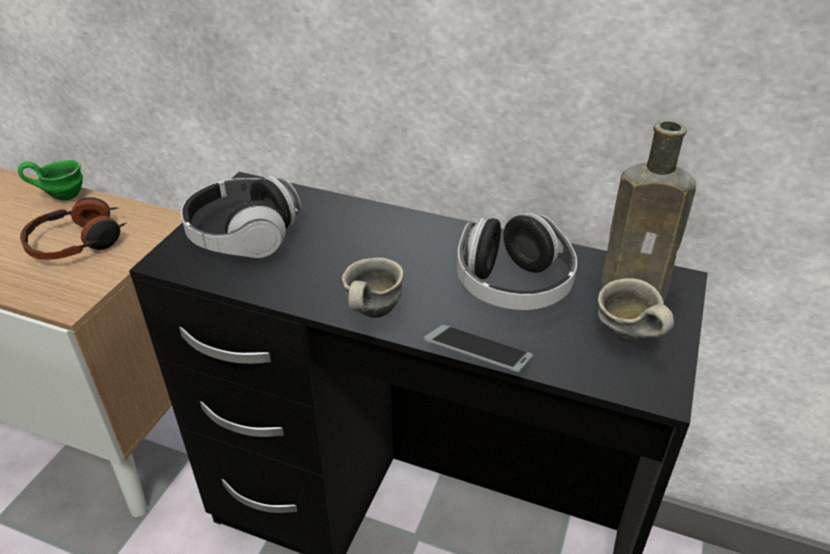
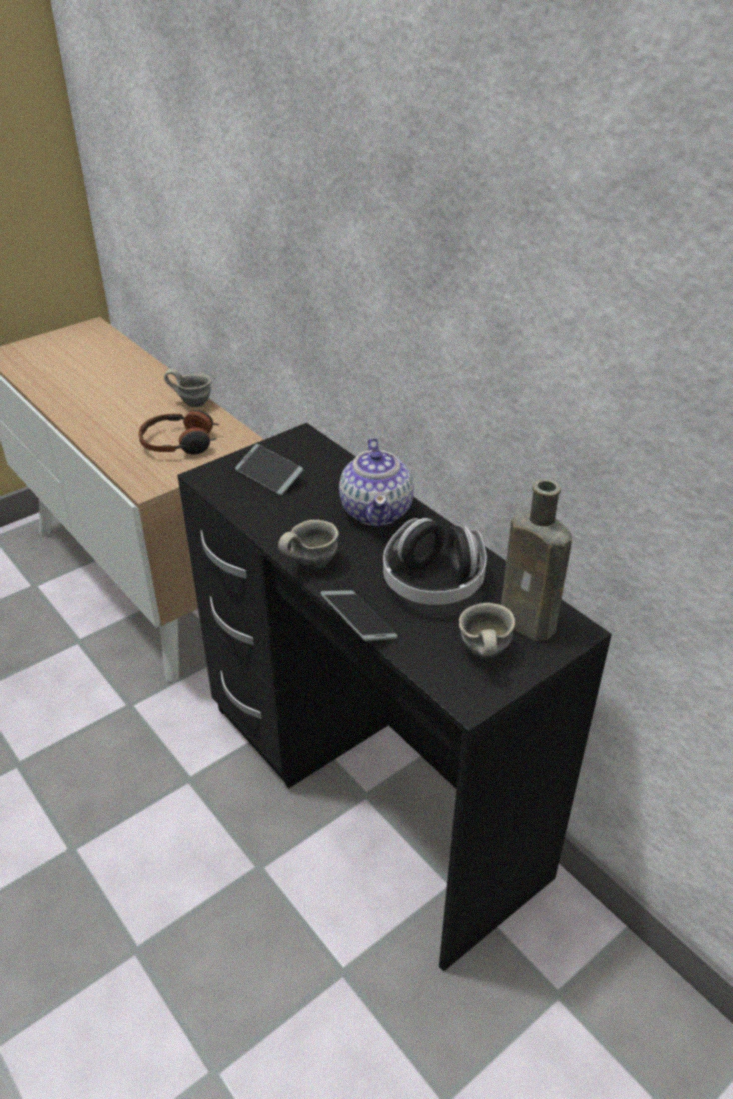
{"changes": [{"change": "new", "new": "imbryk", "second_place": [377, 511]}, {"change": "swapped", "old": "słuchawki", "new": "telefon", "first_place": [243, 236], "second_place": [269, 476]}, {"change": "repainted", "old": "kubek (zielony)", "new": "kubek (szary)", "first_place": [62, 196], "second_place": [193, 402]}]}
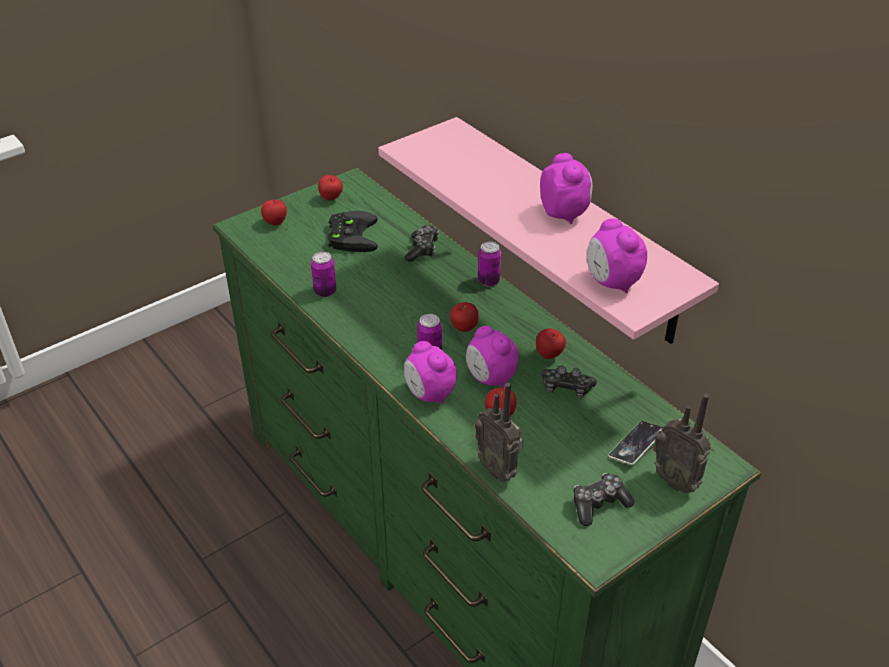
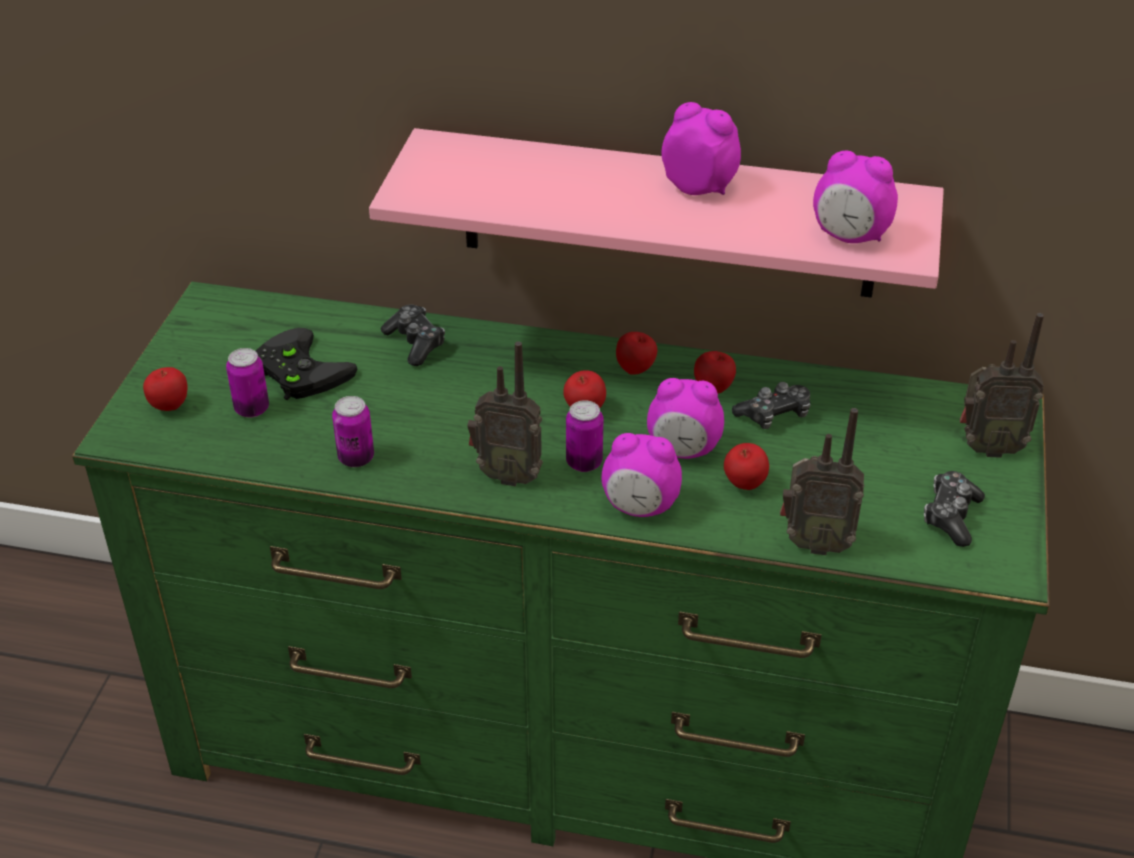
{"changes": [{"change": "gone", "old": "telefon", "first_place": [636, 445]}, {"change": "new", "new": "radio", "second_place": [508, 474]}, {"change": "shifted", "old": "jabłko", "first_place": [331, 199], "second_place": [636, 370]}, {"change": "shifted", "old": "puszka", "first_place": [488, 281], "second_place": [252, 409]}]}
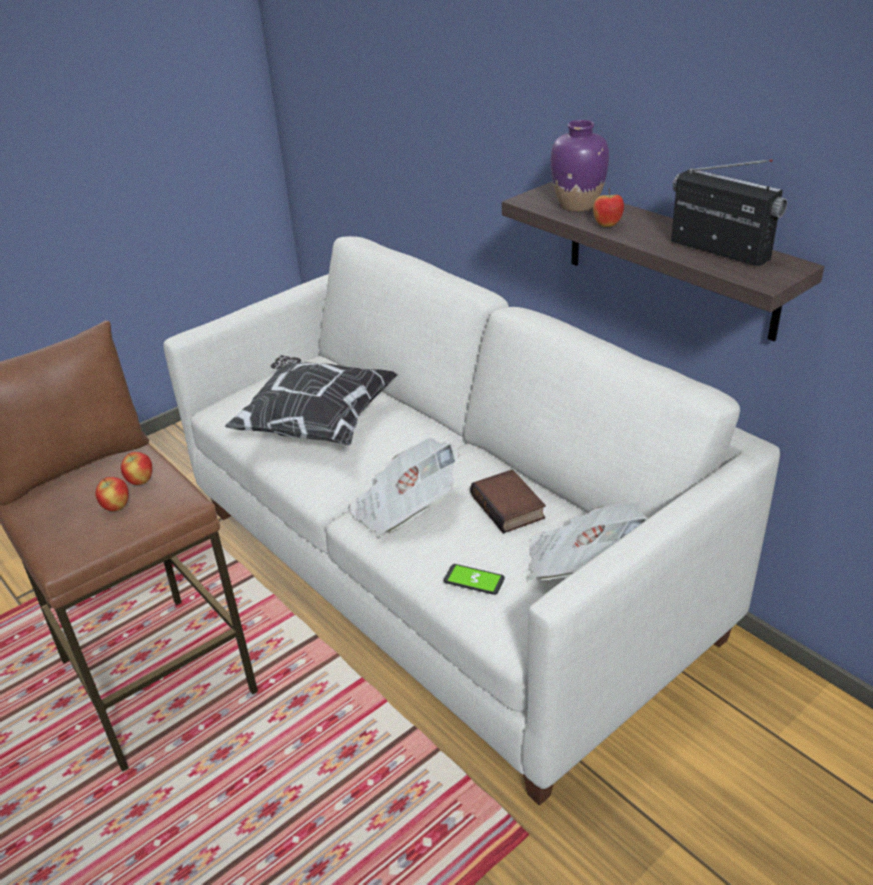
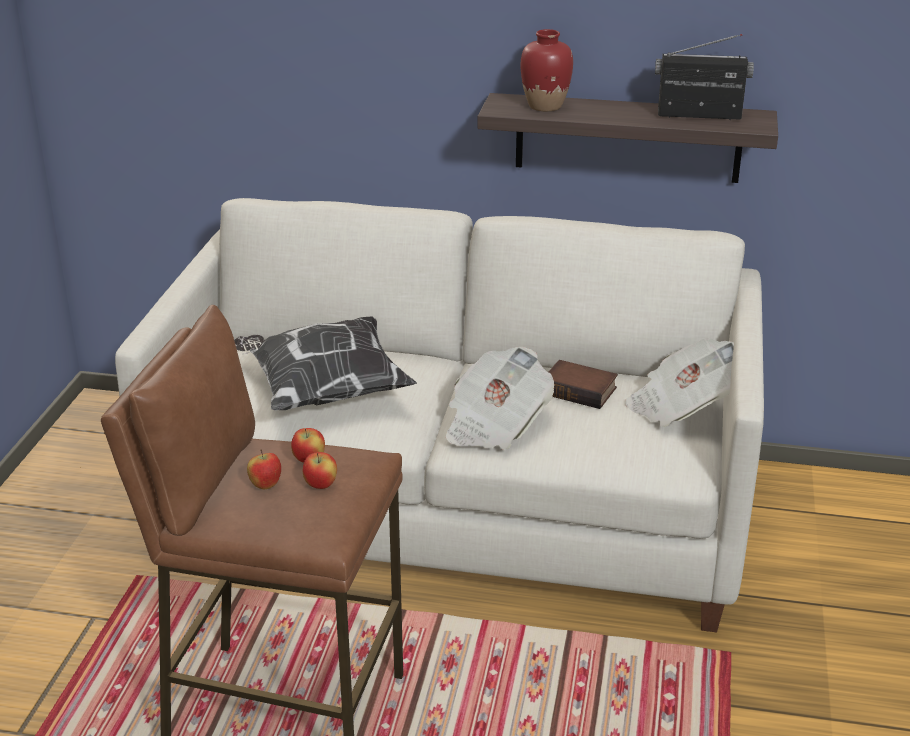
{"changes": [{"change": "gone", "old": "telefon", "first_place": [474, 580]}, {"change": "shifted", "old": "jabłko", "first_place": [607, 225], "second_place": [265, 485]}, {"change": "repainted", "old": "wazon (fioletowy)", "new": "wazon (czerwony)", "first_place": [578, 205], "second_place": [545, 106]}]}
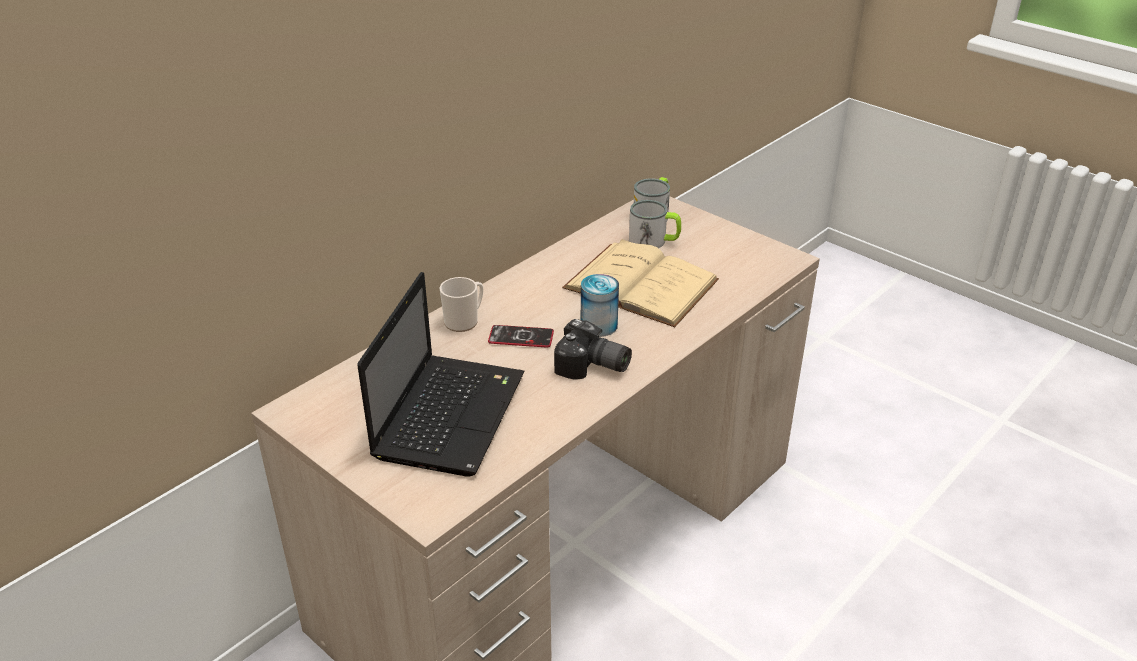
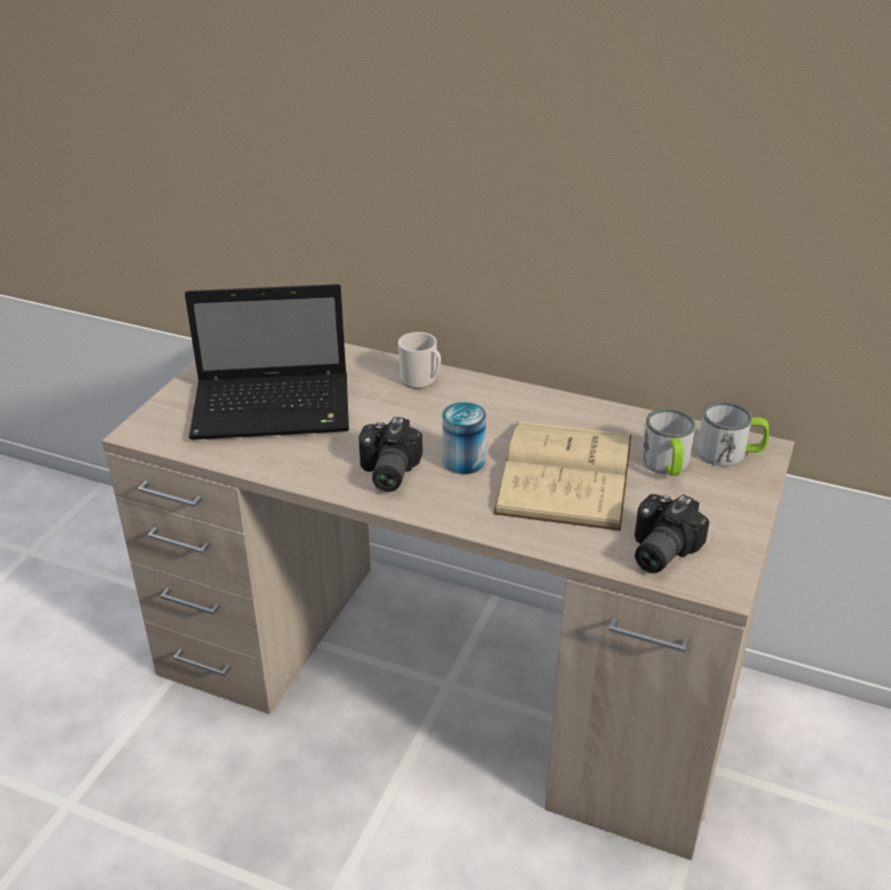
{"changes": [{"change": "gone", "old": "telefon", "first_place": [521, 337]}, {"change": "new", "new": "aparat fotograficzny", "second_place": [657, 550]}]}
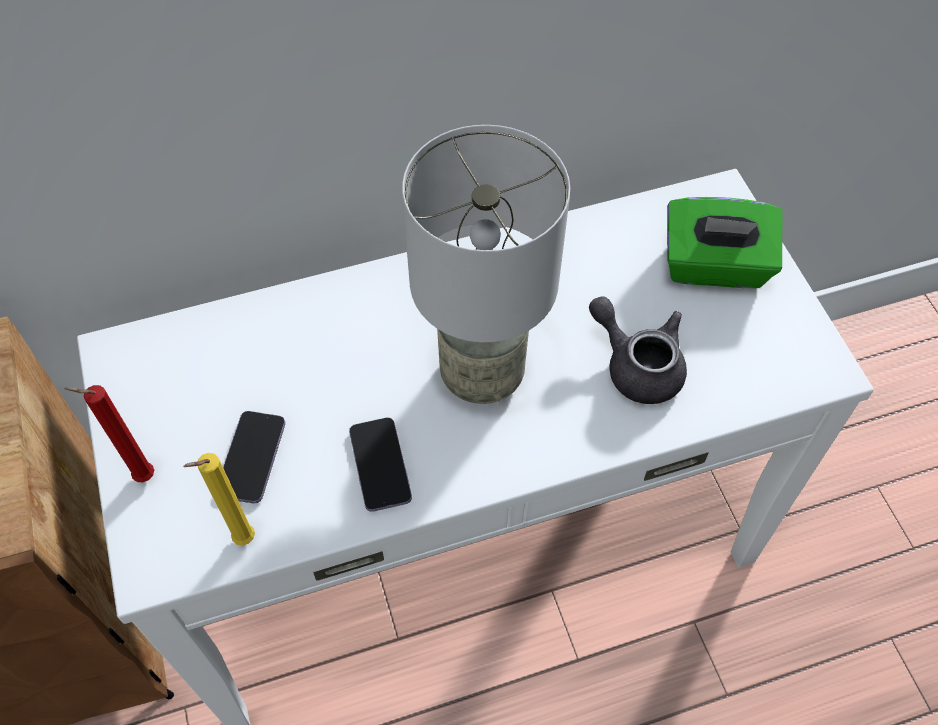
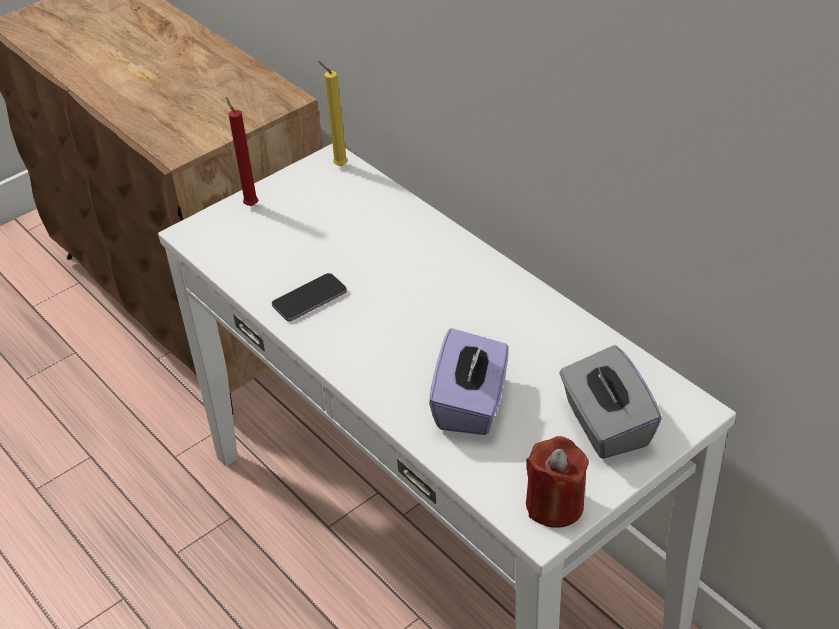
{"changes": [{"change": "gone", "old": "telefon", "first_place": [252, 458]}, {"change": "gone", "old": "lampa stołowa (szary)", "first_place": [483, 375]}, {"change": "new", "new": "świeca (czerwony)", "second_place": [555, 505]}, {"change": "shifted", "old": "świeca (żółty)", "first_place": [241, 540], "second_place": [338, 165]}, {"change": "swapped", "old": "imbryk (szary)", "new": "pudełko chusteczek (fioletowy)", "first_place": [637, 365], "second_place": [471, 404]}, {"change": "repainted", "old": "pudełko chusteczek (zielony)", "new": "pudełko chusteczek (szary)", "first_place": [714, 267], "second_place": [605, 425]}]}
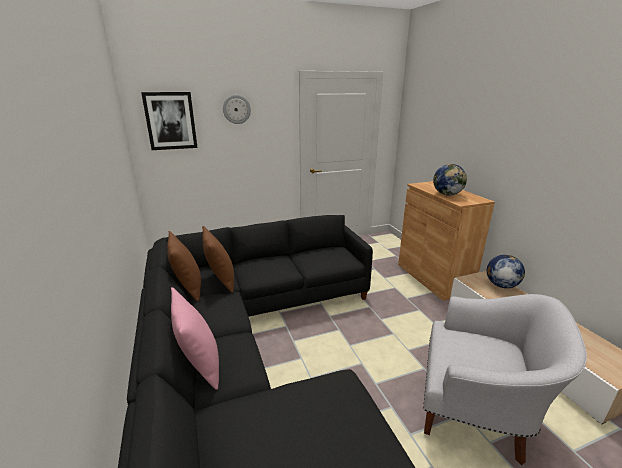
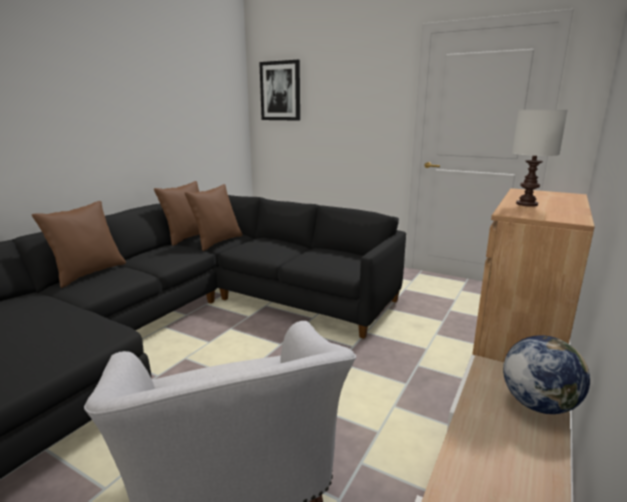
{"changes": [{"change": "gone", "old": "zegar ścienny", "first_place": [236, 109]}, {"change": "swapped", "old": "globus", "new": "lampa stołowa (biały)", "first_place": [447, 194], "second_place": [527, 204]}, {"change": "repainted", "old": "poduszka (różowy)", "new": "poduszka (brązowy)", "first_place": [200, 364], "second_place": [88, 273]}]}
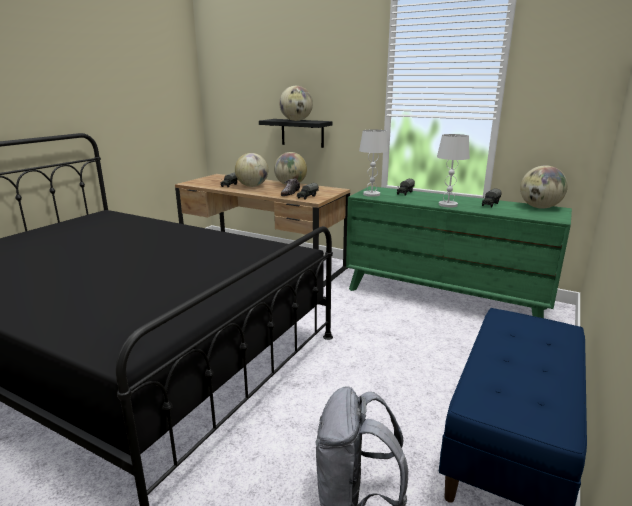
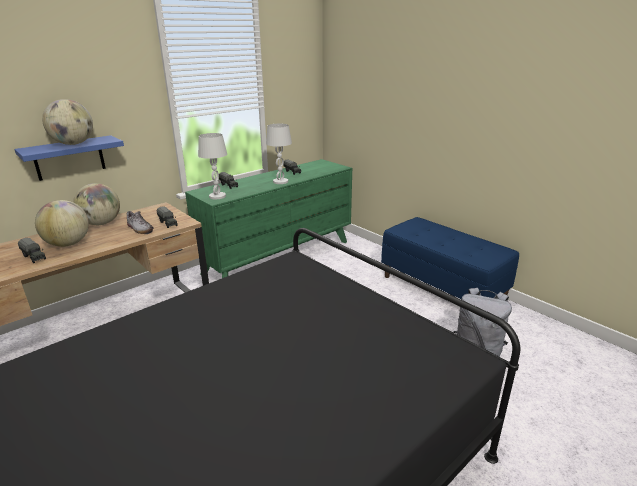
{"changes": [{"change": "gone", "old": "globus", "first_place": [539, 207]}, {"change": "repainted", "old": "półka (czarny)", "new": "półka (niebieski)", "first_place": [302, 133], "second_place": [69, 158]}]}
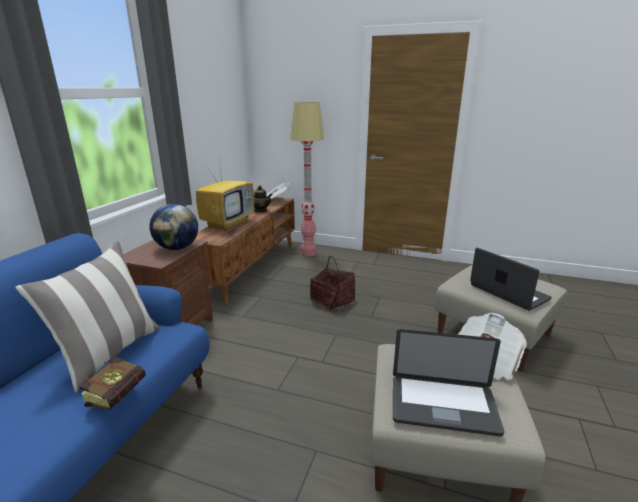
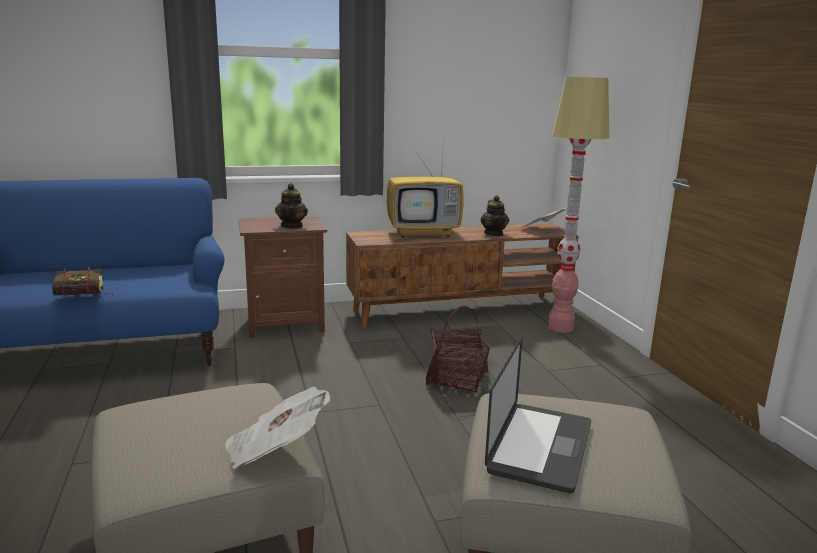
{"changes": [{"change": "gone", "old": "poduszka", "first_place": [109, 353]}, {"change": "gone", "old": "laptop", "first_place": [443, 406]}, {"change": "swapped", "old": "globus", "new": "imbryk", "first_place": [177, 248], "second_place": [292, 226]}]}
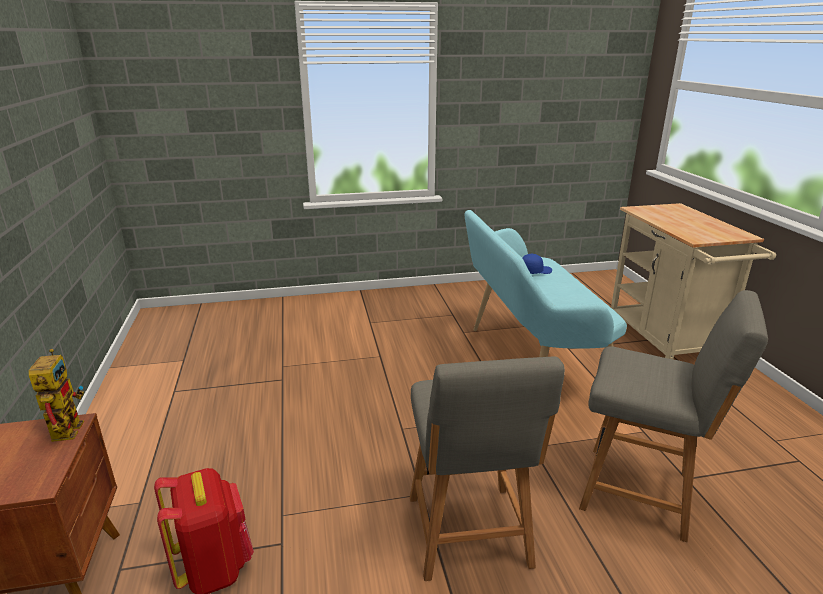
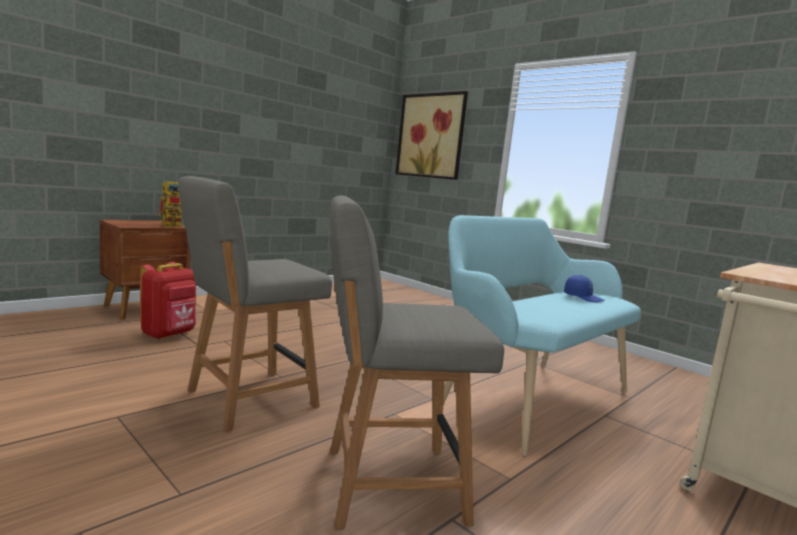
{"changes": [{"change": "new", "new": "obraz", "second_place": [430, 136]}, {"change": "rotated", "old": "krzesło (szary)", "first_place": [641, 492], "second_place": [387, 484], "degrees": 90}]}
